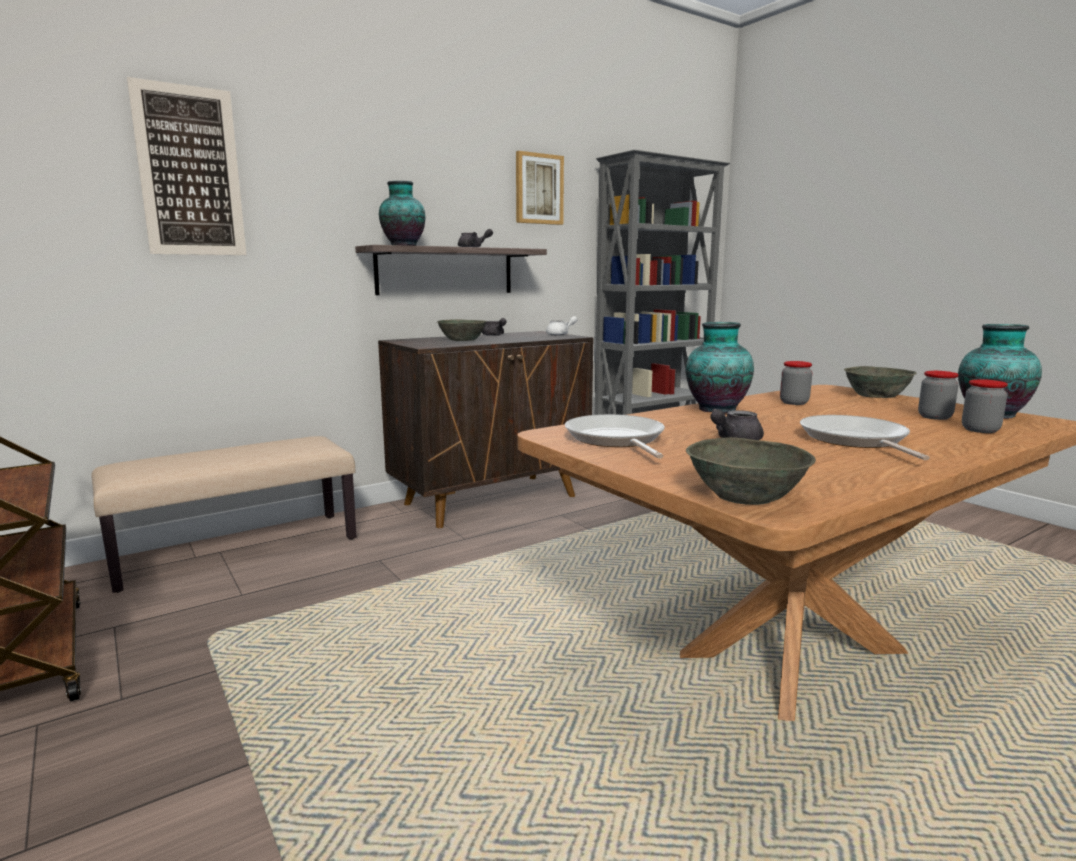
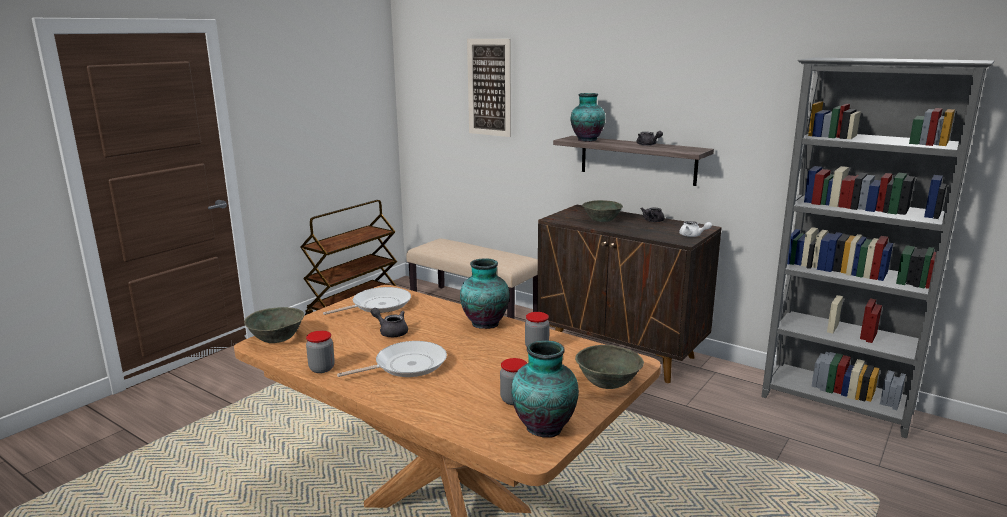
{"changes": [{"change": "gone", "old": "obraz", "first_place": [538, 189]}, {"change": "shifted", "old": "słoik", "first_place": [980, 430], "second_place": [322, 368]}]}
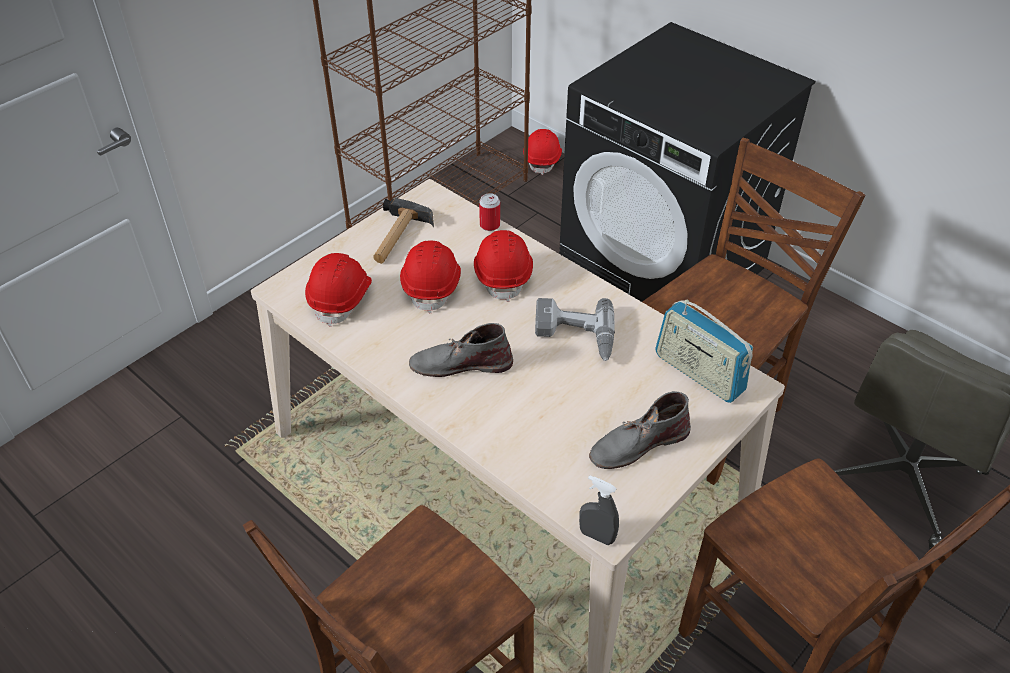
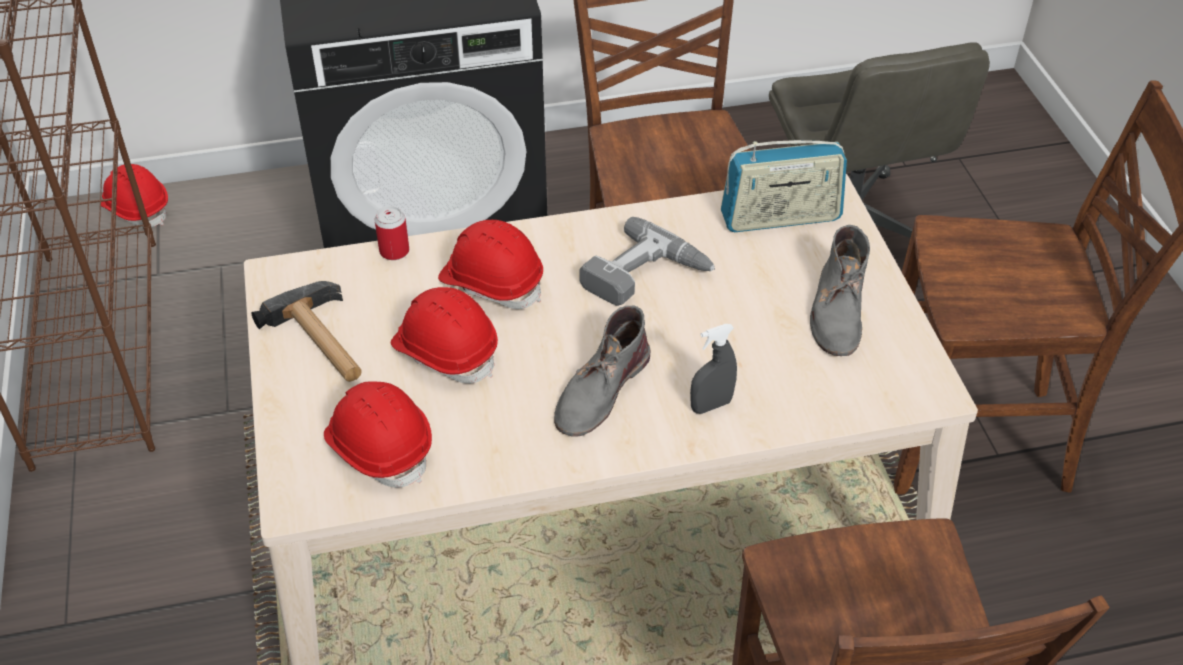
{"changes": [{"change": "shifted", "old": "spryskiwacz (szary)", "first_place": [596, 536], "second_place": [711, 405]}]}
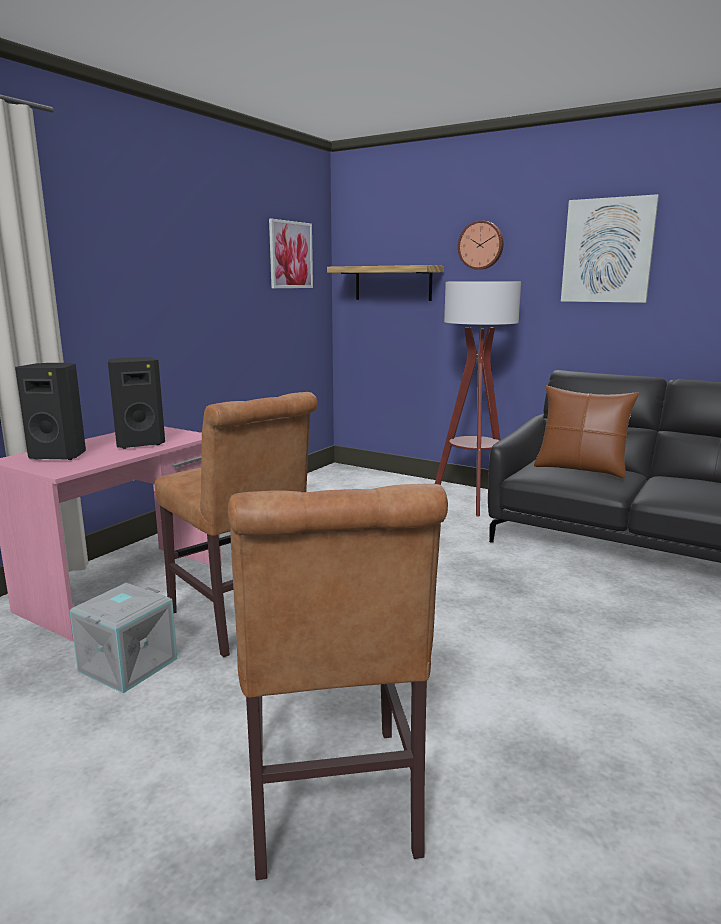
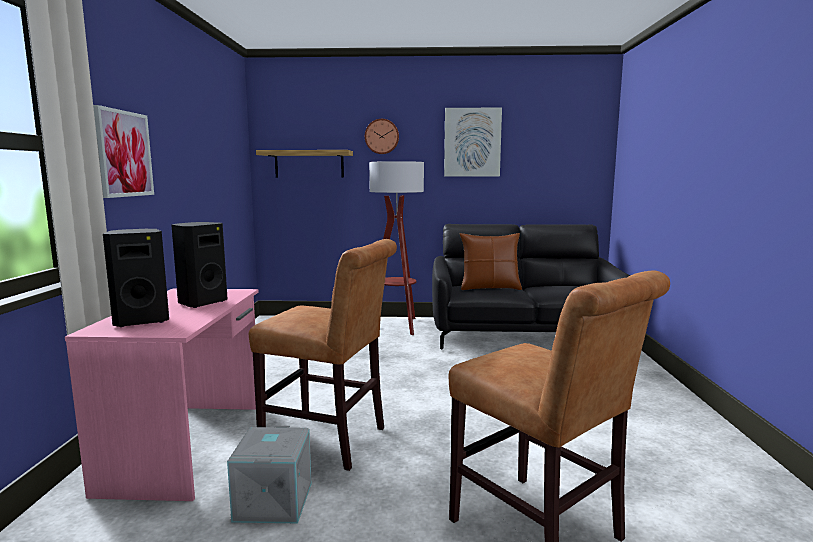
{"changes": [{"change": "shifted", "old": "obraz", "first_place": [290, 255], "second_place": [124, 154]}]}
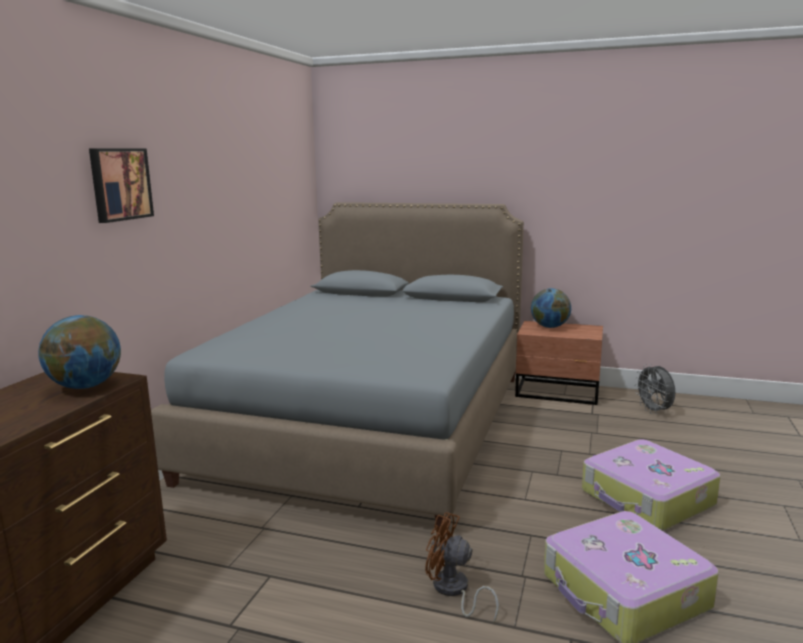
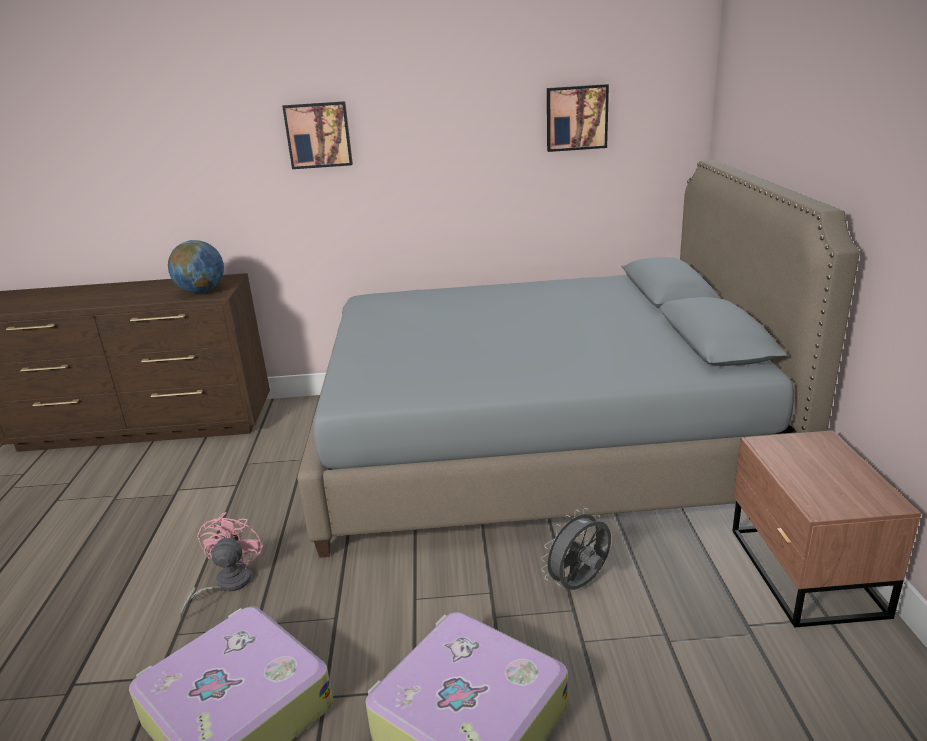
{"changes": [{"change": "gone", "old": "globus", "first_place": [549, 327]}, {"change": "new", "new": "obraz", "second_place": [576, 118]}, {"change": "shifted", "old": "wentylator (szary)", "first_place": [654, 411], "second_place": [579, 585]}, {"change": "repainted", "old": "wentylator (brązowy)", "new": "wentylator (różowy)", "first_place": [453, 591], "second_place": [226, 584]}]}
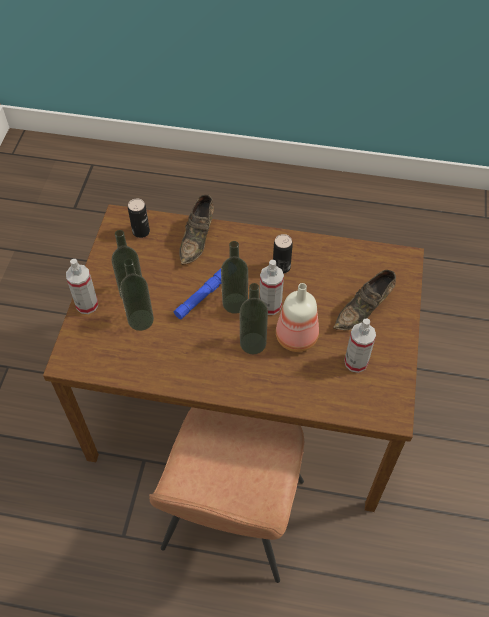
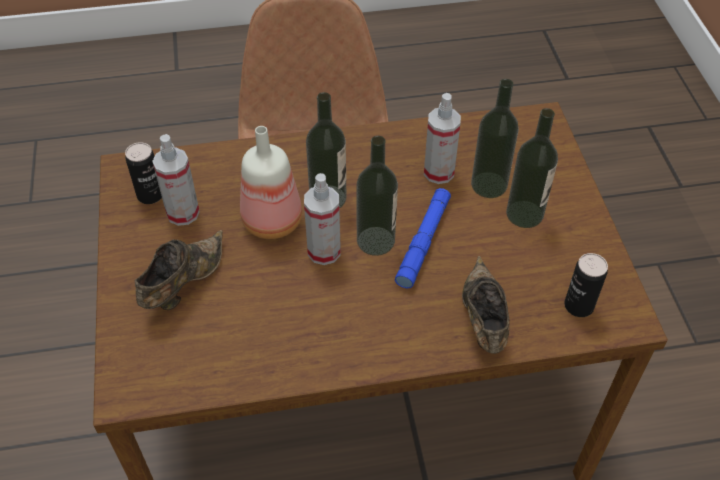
{"changes": [{"change": "shifted", "old": "spryskiwacz", "first_place": [87, 305], "second_place": [438, 172]}, {"change": "shifted", "old": "puszka", "first_place": [281, 267], "second_place": [150, 195]}]}
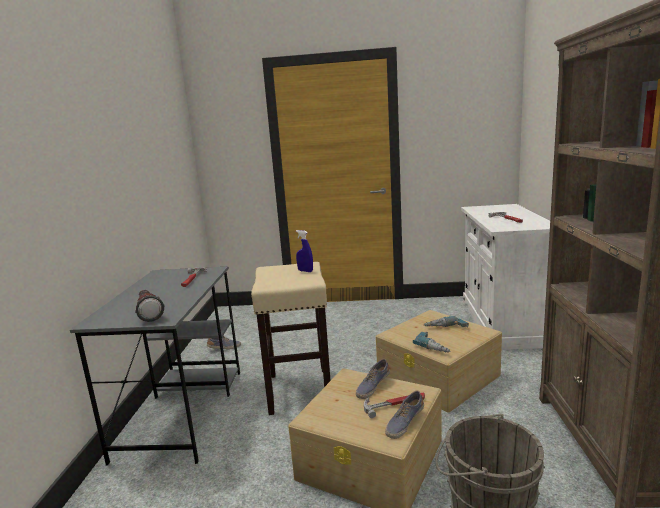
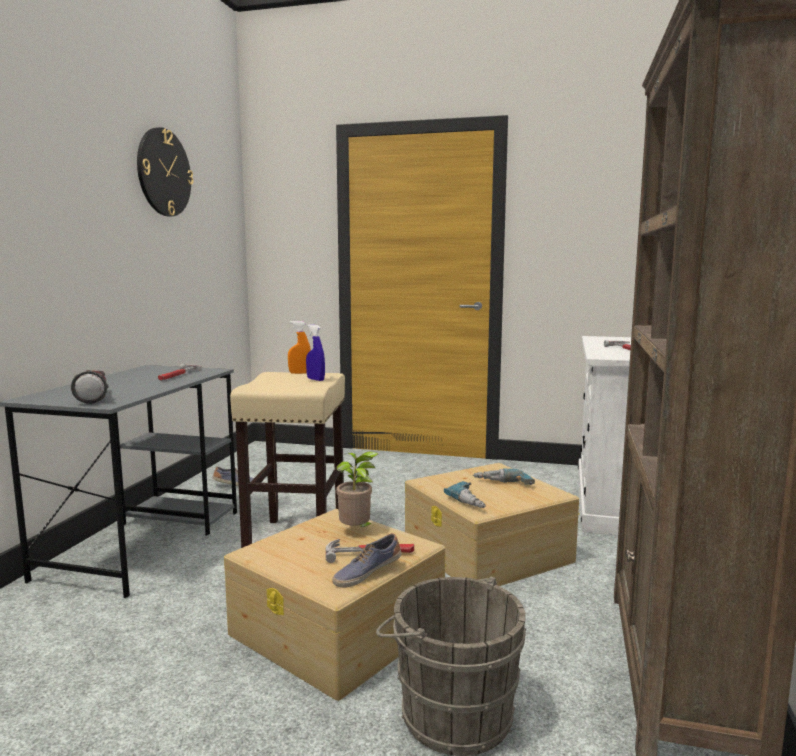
{"changes": [{"change": "new", "new": "zegar ścienny", "second_place": [164, 172]}, {"change": "new", "new": "spryskiwacz (pomarańczowy)", "second_place": [300, 373]}, {"change": "swapped", "old": "but", "new": "roślina doniczkowa", "first_place": [372, 386], "second_place": [357, 531]}]}
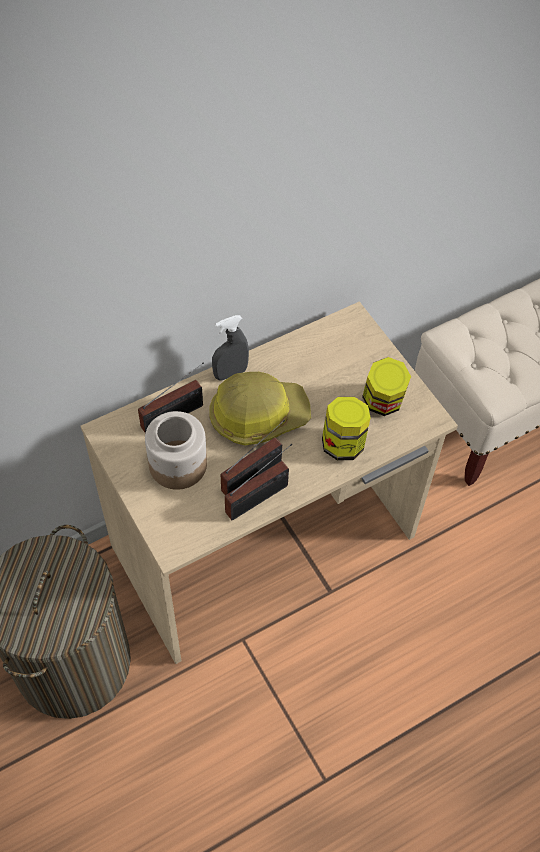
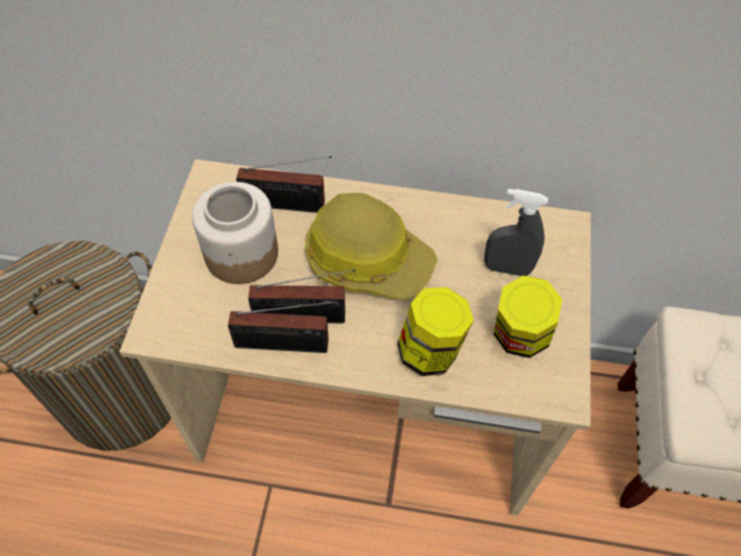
{"changes": [{"change": "shifted", "old": "spryskiwacz (szary)", "first_place": [230, 373], "second_place": [507, 268]}]}
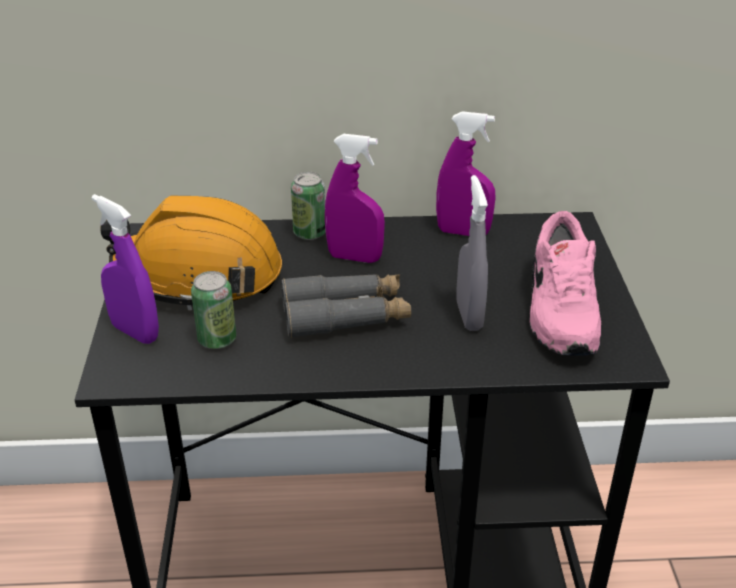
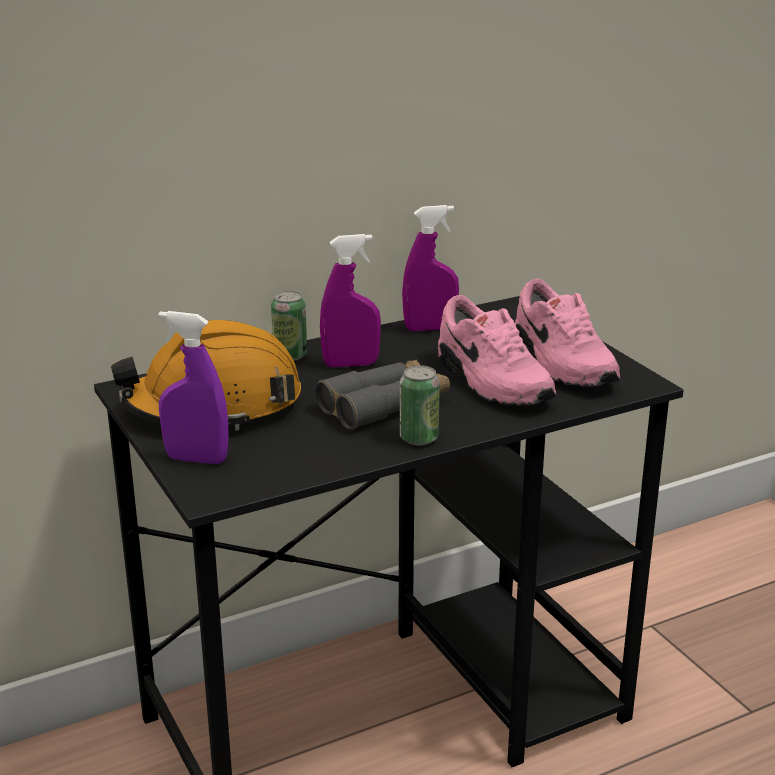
{"changes": [{"change": "shifted", "old": "puszka", "first_place": [217, 339], "second_place": [419, 438]}, {"change": "swapped", "old": "spryskiwacz (szary)", "new": "but (różowy)", "first_place": [469, 316], "second_place": [491, 382]}]}
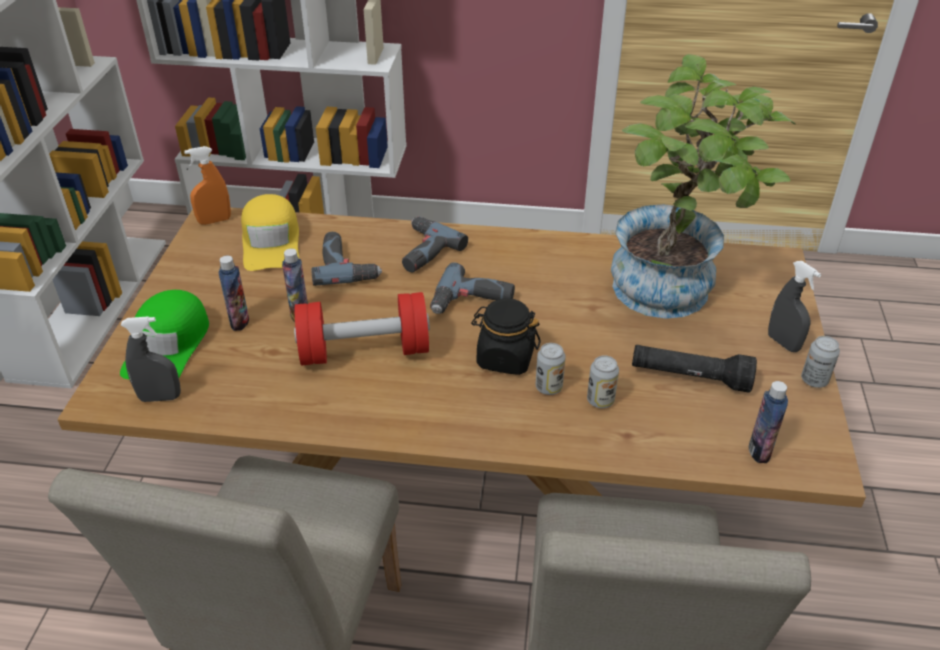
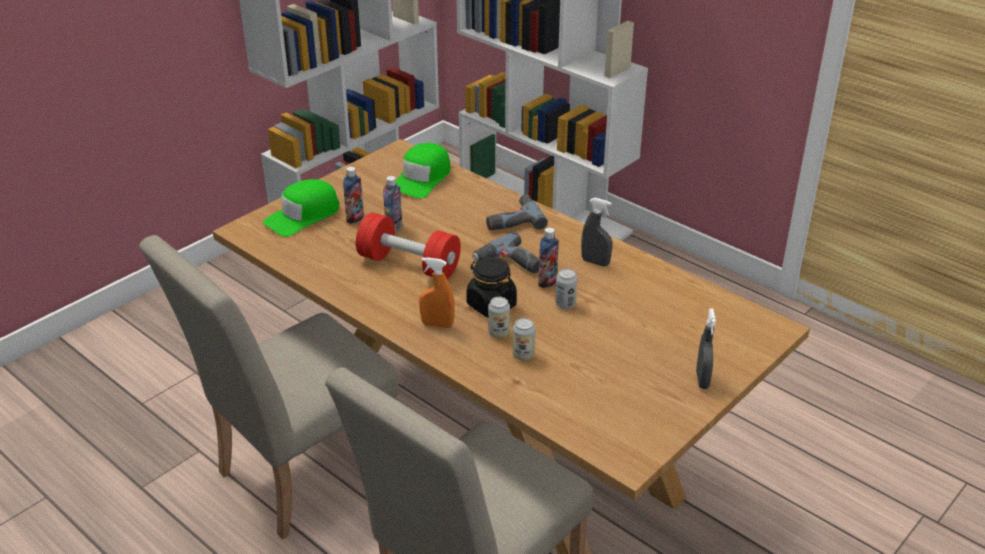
{"changes": [{"change": "gone", "old": "wiertarka", "first_place": [347, 265]}, {"change": "gone", "old": "roślina doniczkowa", "first_place": [674, 294]}, {"change": "gone", "old": "latarka (czarny)", "first_place": [689, 377]}, {"change": "shifted", "old": "spryskiwacz (szary)", "first_place": [160, 397], "second_place": [595, 262]}, {"change": "shifted", "old": "spryskiwacz (pomarańczowy)", "first_place": [214, 220], "second_place": [437, 324]}, {"change": "shifted", "old": "butelka", "first_place": [759, 451], "second_place": [547, 282]}, {"change": "shifted", "old": "puszka", "first_place": [814, 380], "second_place": [565, 304]}, {"change": "repainted", "old": "czapka z daszkiem (żółty)", "new": "czapka z daszkiem (zielony)", "first_place": [271, 242], "second_place": [422, 178]}]}
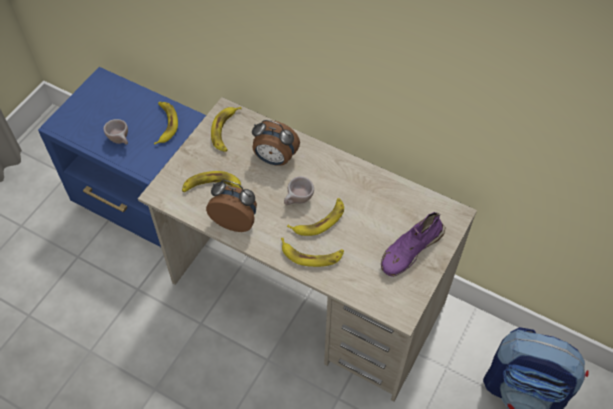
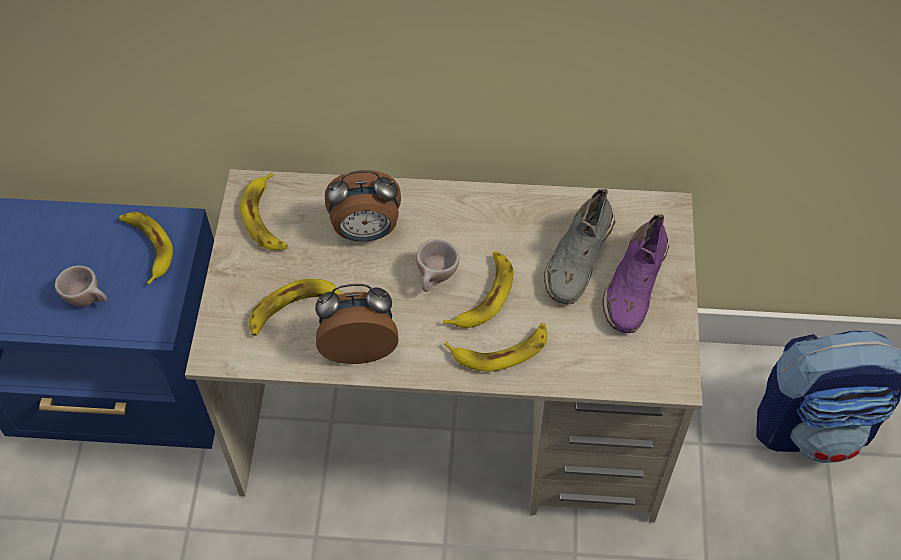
{"changes": [{"change": "new", "new": "but (szary)", "second_place": [577, 257]}]}
